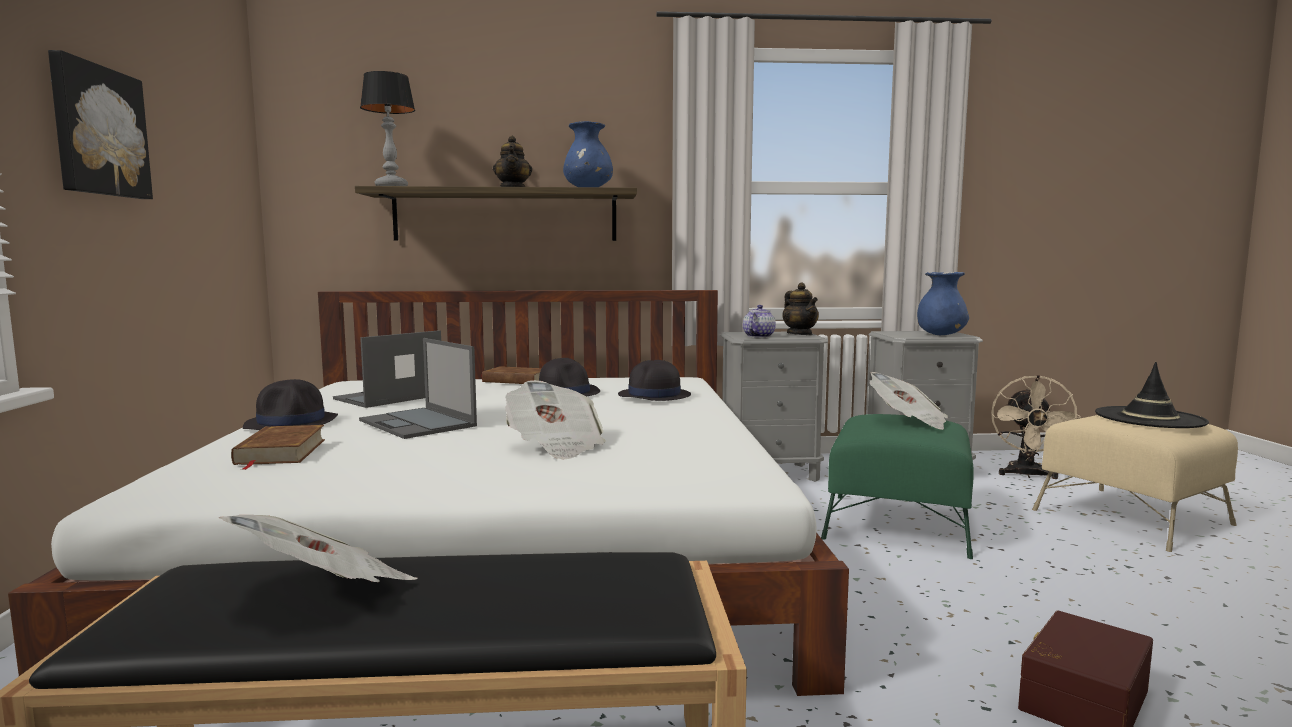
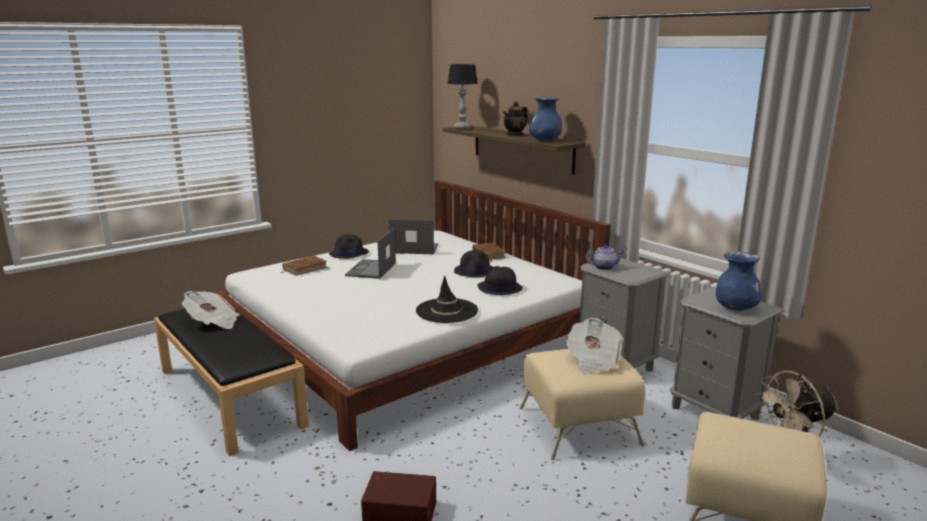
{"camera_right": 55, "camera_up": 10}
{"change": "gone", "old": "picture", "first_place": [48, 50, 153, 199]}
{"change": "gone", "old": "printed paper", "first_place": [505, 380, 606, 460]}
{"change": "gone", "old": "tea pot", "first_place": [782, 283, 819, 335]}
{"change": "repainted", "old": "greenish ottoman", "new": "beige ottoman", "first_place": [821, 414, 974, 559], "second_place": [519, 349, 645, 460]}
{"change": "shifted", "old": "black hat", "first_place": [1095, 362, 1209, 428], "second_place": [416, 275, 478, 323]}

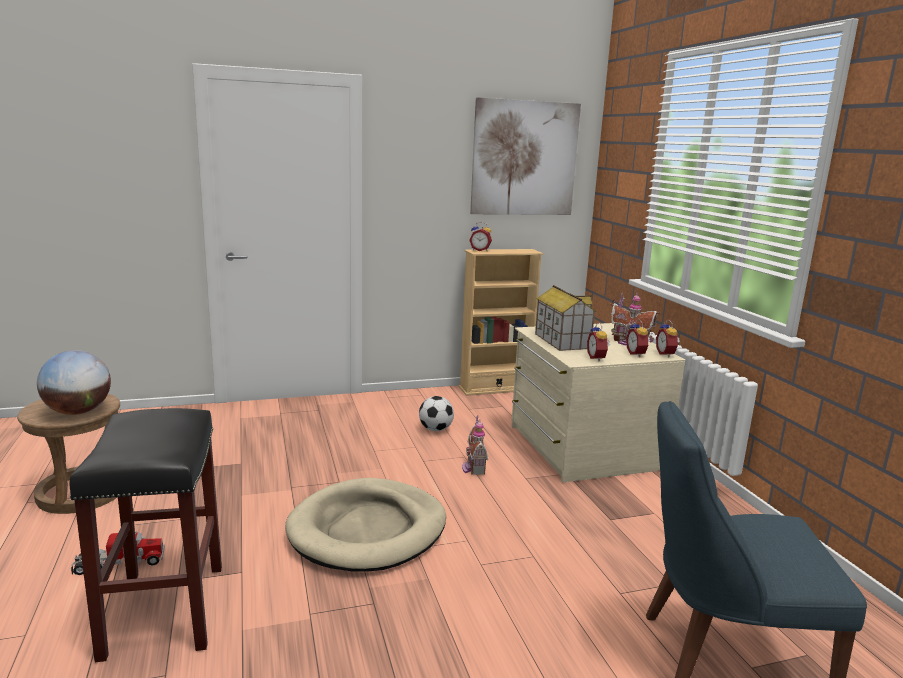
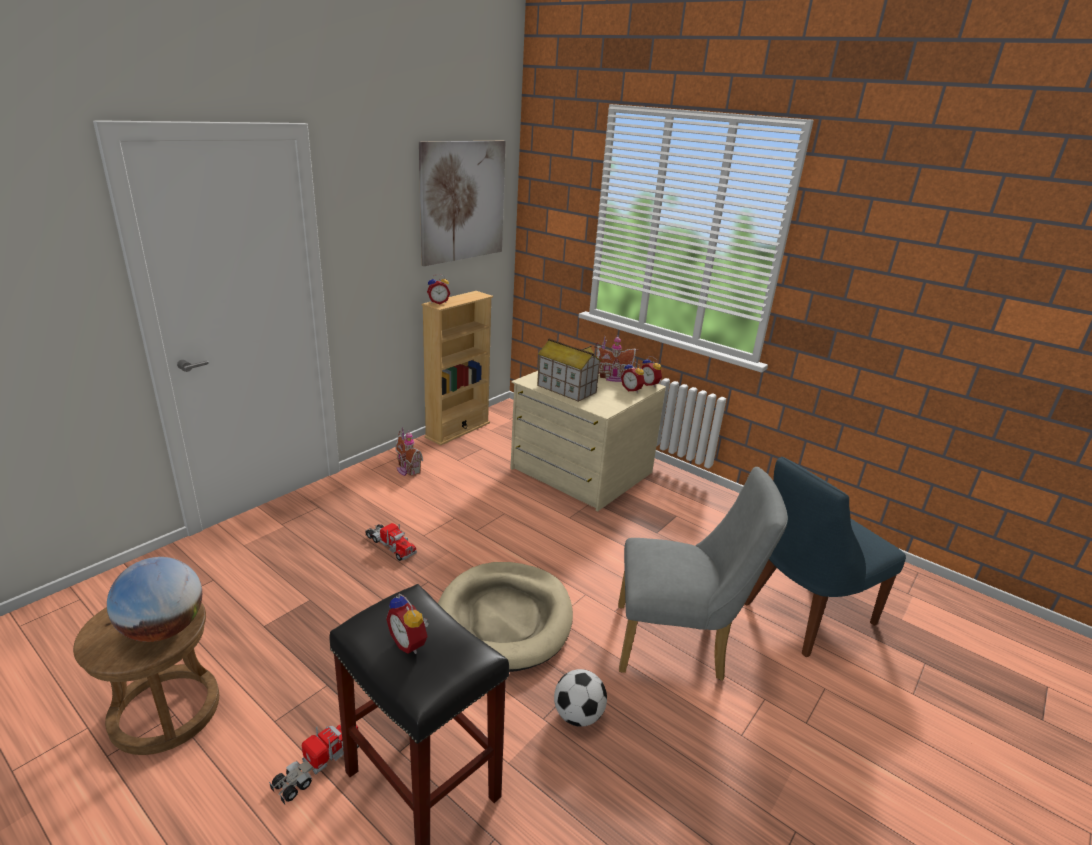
{"camera_right": -35, "camera_up": 10}
{"change": "shifted", "old": "football", "first_place": [419, 396, 454, 431], "second_place": [554, 669, 607, 727]}
{"change": "shifted", "old": "model house", "first_place": [462, 415, 488, 475], "second_place": [396, 427, 423, 476]}
{"change": "shifted", "old": "alarm clock", "first_place": [587, 323, 610, 362], "second_place": [386, 593, 429, 654]}
{"change": "new", "new": "toy lorry", "second_place": [365, 523, 417, 561]}
{"change": "new", "new": "grey chair", "second_place": [618, 467, 788, 681]}

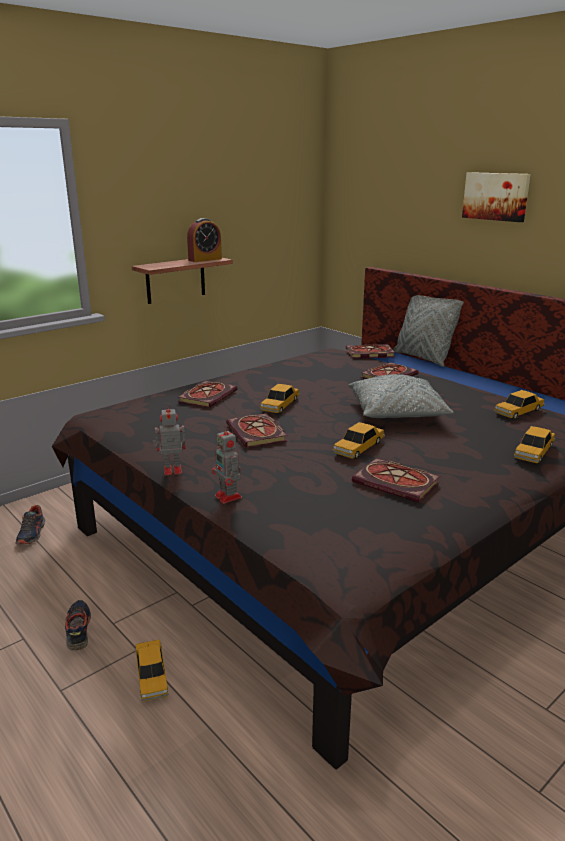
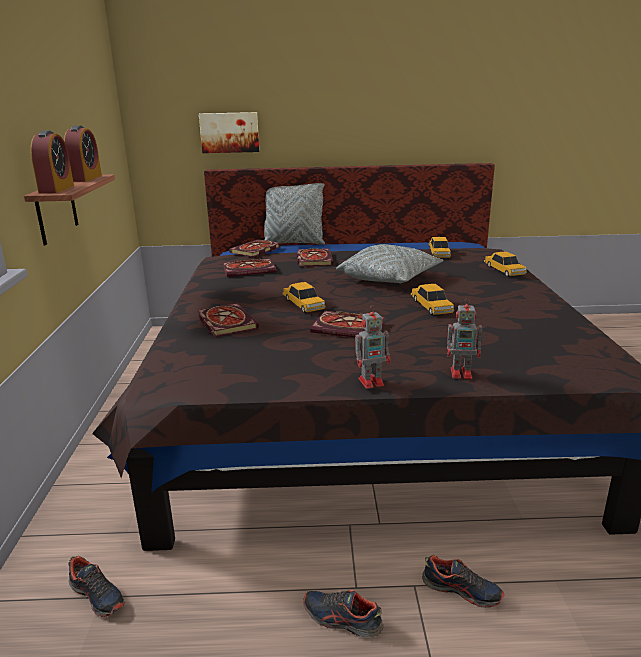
{"camera_right": -50, "camera_up": 0}
{"change": "swapped", "old": "model car", "new": "low shoe", "first_place": [135, 640, 169, 702], "second_place": [422, 555, 504, 608]}
{"change": "rotated", "old": "robot figure", "first_place": [153, 403, 186, 475], "second_place": [355, 305, 390, 389], "degrees": -135}
{"change": "shifted", "old": "volume", "first_place": [352, 458, 440, 503], "second_place": [223, 258, 276, 277]}
{"change": "shifted", "old": "picture", "first_place": [462, 172, 531, 222], "second_place": [199, 112, 259, 153]}
{"change": "new", "new": "alarm clock", "second_place": [30, 130, 74, 193]}

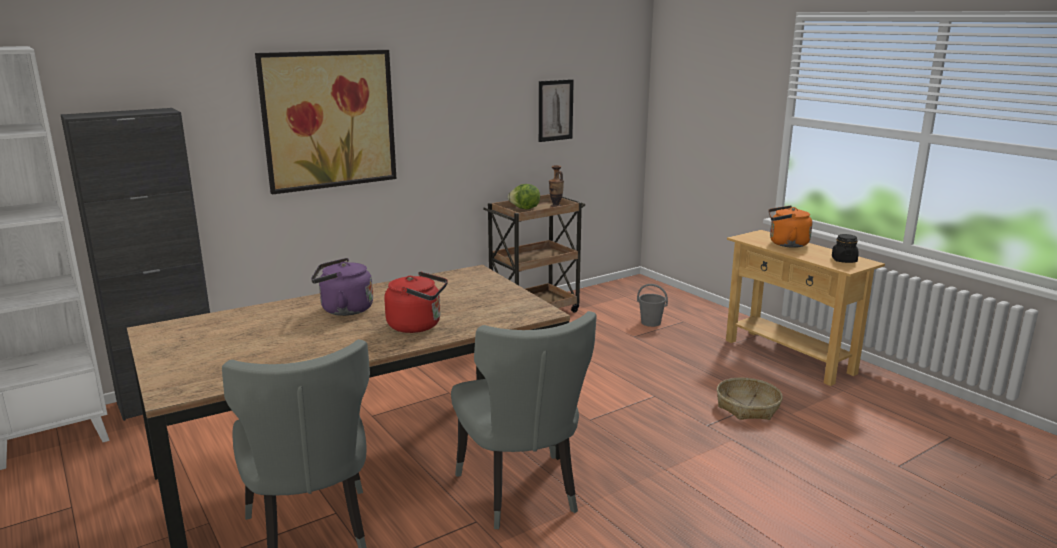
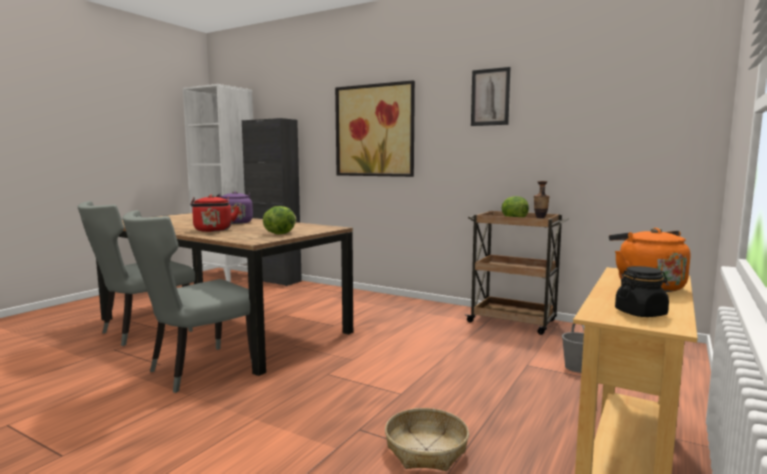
{"camera_right": 65, "camera_up": -10}
{"change": "shifted", "old": "picture", "first_place": [539, 79, 574, 142], "second_place": [471, 67, 511, 126]}
{"change": "new", "new": "head of lettuce", "second_place": [263, 206, 297, 234]}

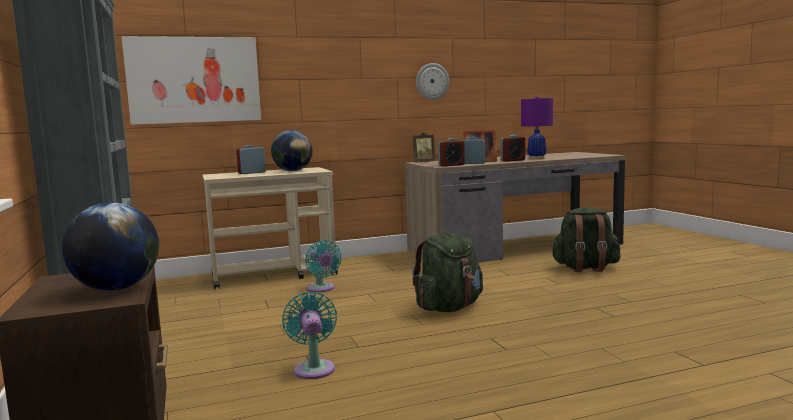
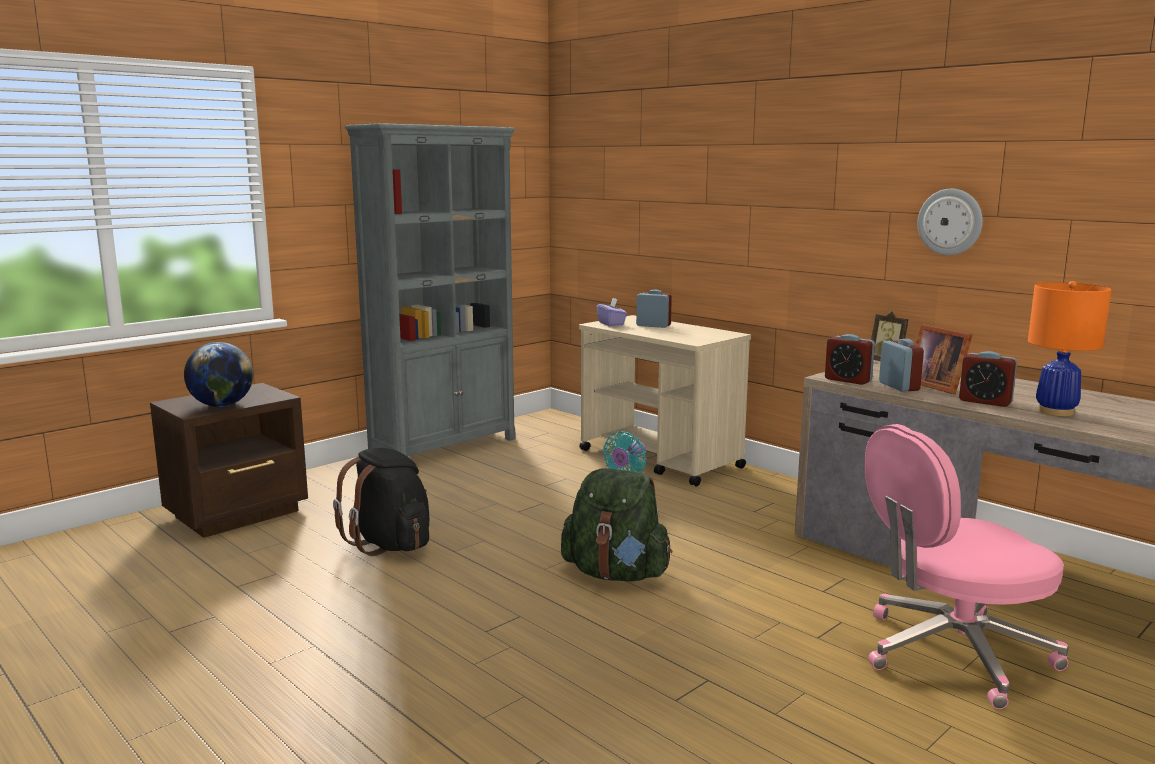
{"camera_right": 65, "camera_up": 5}
{"change": "gone", "old": "picture", "first_place": [122, 36, 261, 125]}
{"change": "gone", "old": "desk globe", "first_place": [271, 130, 312, 171]}
{"change": "swapped", "old": "turquoise-coloured cooling fan", "new": "black knapsack", "first_place": [282, 292, 337, 379], "second_place": [333, 448, 429, 556]}
{"change": "repainted", "old": "purple-coloured table lamp", "new": "orangey table lamp", "first_place": [521, 96, 553, 159], "second_place": [1028, 281, 1112, 416]}
{"change": "swapped", "old": "greenish knapsack", "new": "pinkish office chair", "first_place": [551, 207, 620, 272], "second_place": [865, 424, 1069, 709]}
{"change": "new", "new": "purple-coloured tissue box", "second_place": [596, 298, 627, 326]}

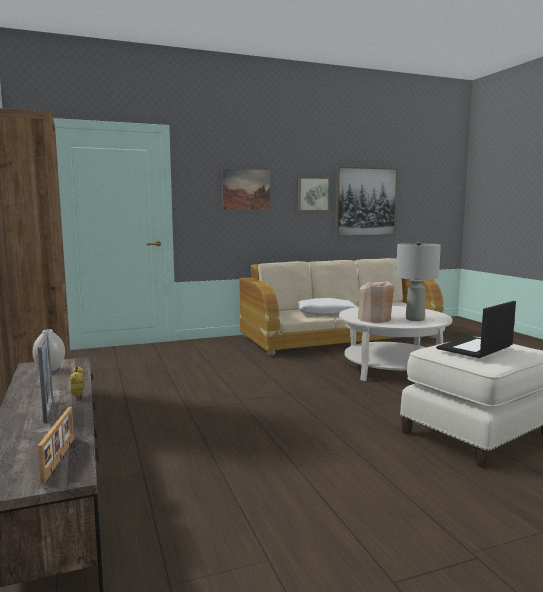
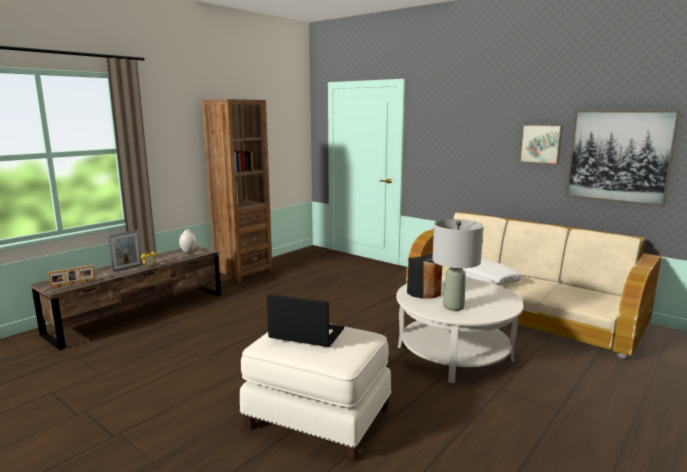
{"camera_right": 60, "camera_up": 5}
{"change": "gone", "old": "picture", "first_place": [222, 169, 270, 210]}
{"change": "repainted", "old": "beige vase", "new": "black vase", "first_place": [358, 281, 394, 323], "second_place": [407, 254, 442, 299]}

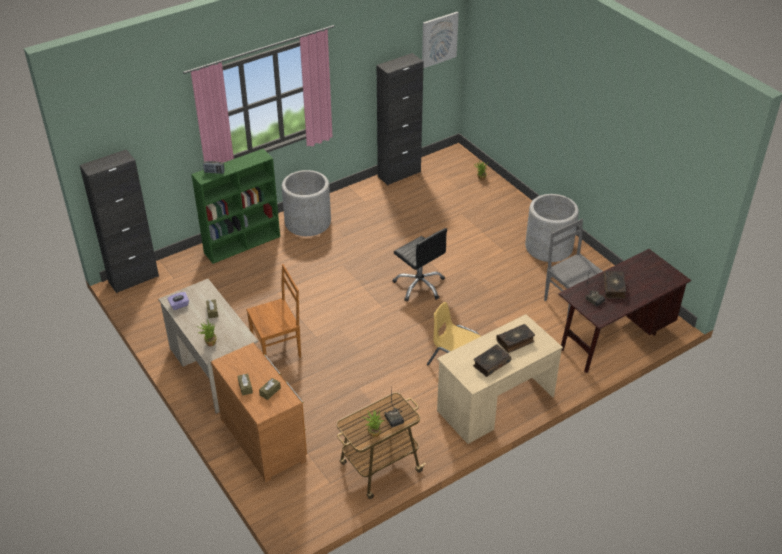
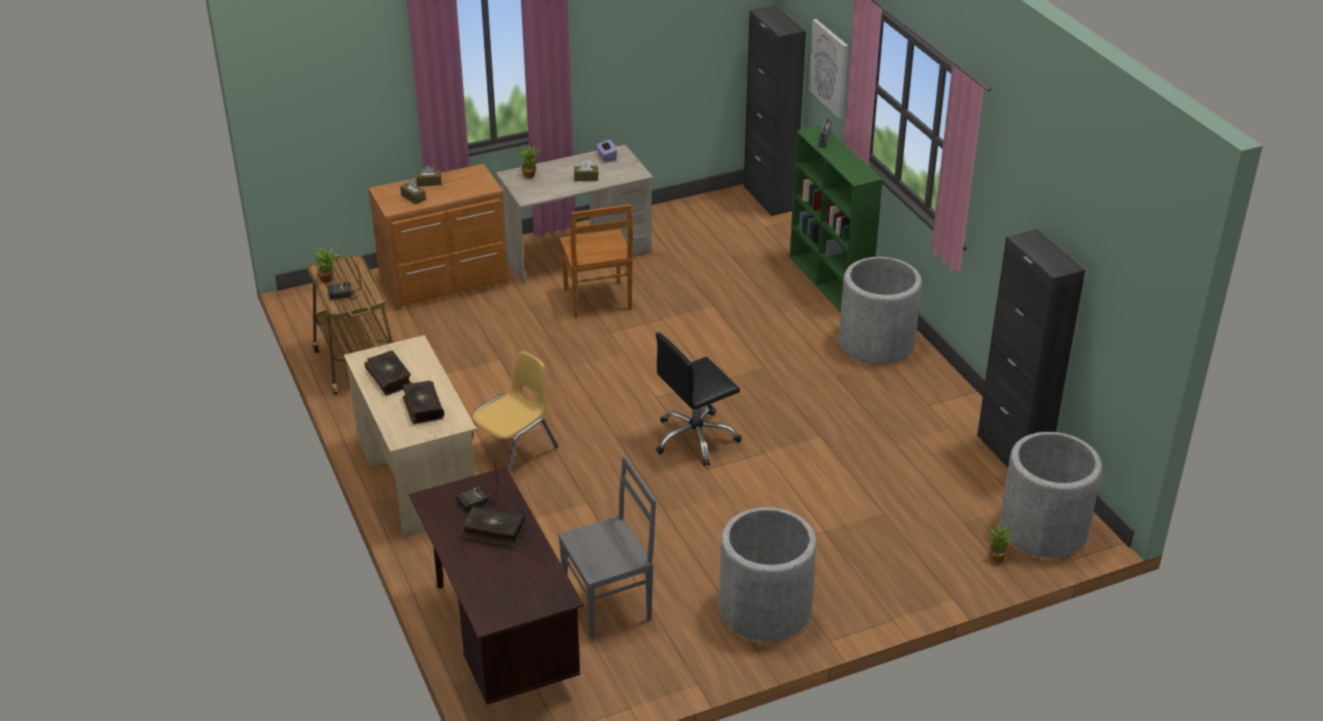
{"camera_right": 100, "camera_up": -5}
{"change": "shifted", "old": "picture", "first_place": [422, 12, 459, 68], "second_place": [808, 19, 848, 118]}
{"change": "new", "new": "grey plant pot", "second_place": [1000, 432, 1102, 558]}

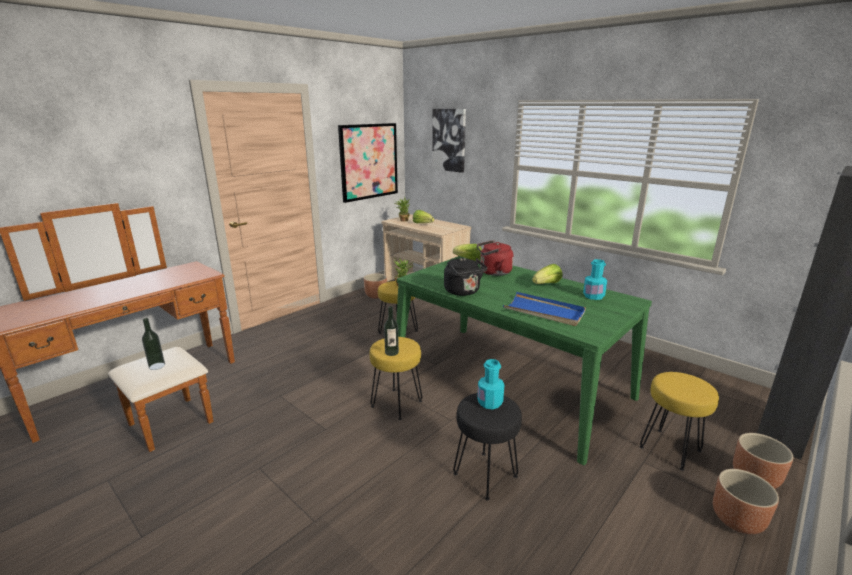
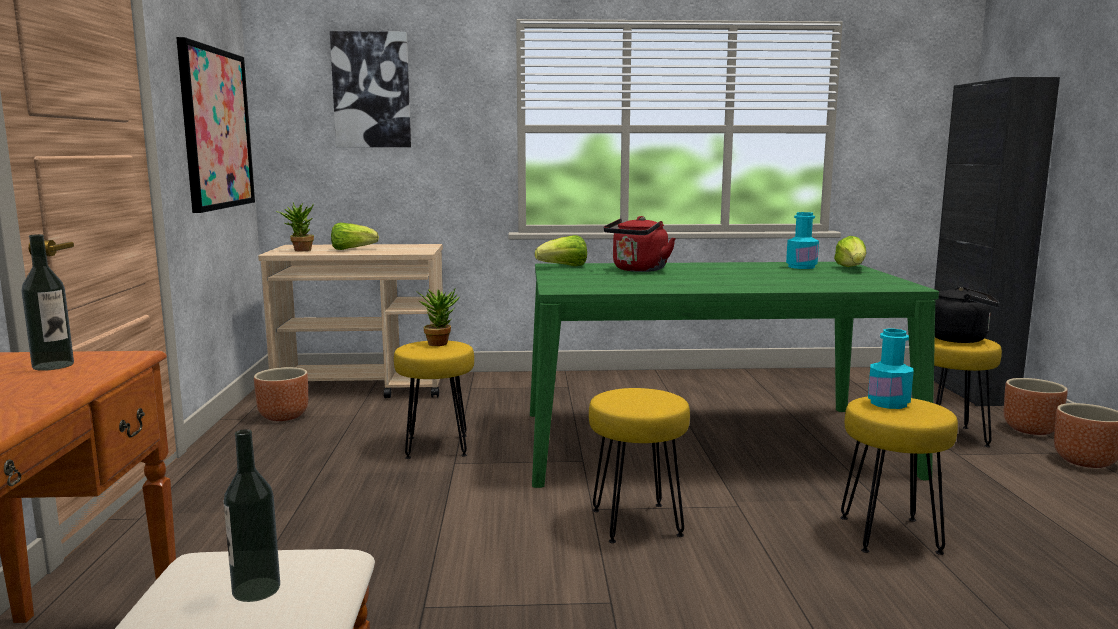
{"camera_right": -45, "camera_up": -10}
{"change": "shifted", "old": "bottle", "first_place": [384, 306, 399, 356], "second_place": [22, 234, 74, 371]}
{"change": "shifted", "old": "black kettle", "first_place": [444, 258, 487, 296], "second_place": [935, 286, 1000, 343]}
{"change": "repainted", "old": "black stool seat", "new": "yellow stool seat", "first_place": [453, 393, 522, 501], "second_place": [840, 396, 958, 555]}
{"change": "gone", "old": "blue-coloured carrying tray", "first_place": [503, 292, 586, 326]}
{"change": "shifted", "old": "head of lettuce", "first_place": [532, 264, 563, 284], "second_place": [834, 236, 867, 267]}

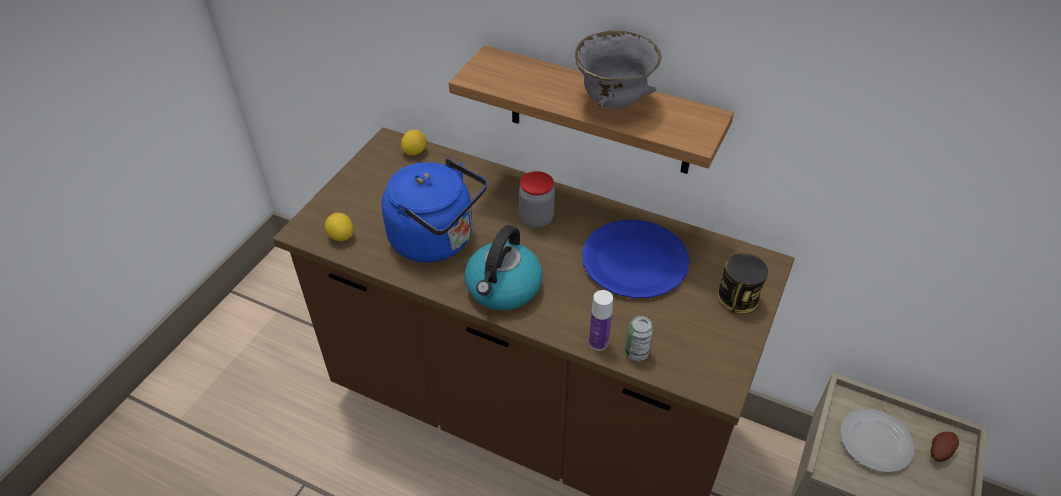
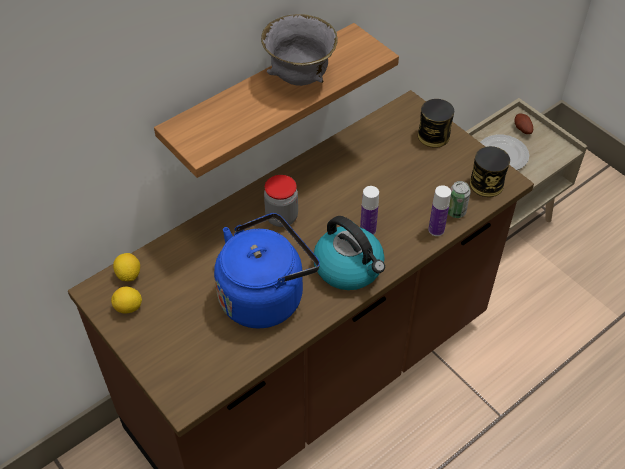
{"camera_right": -65, "camera_up": 5}
{"change": "shifted", "old": "lemon", "first_place": [325, 213, 354, 241], "second_place": [111, 287, 142, 314]}
{"change": "gone", "old": "blue-coloured plate", "first_place": [582, 220, 689, 298]}
{"change": "new", "new": "bottle", "second_place": [360, 186, 379, 235]}
{"change": "new", "new": "can", "second_place": [470, 146, 510, 197]}

